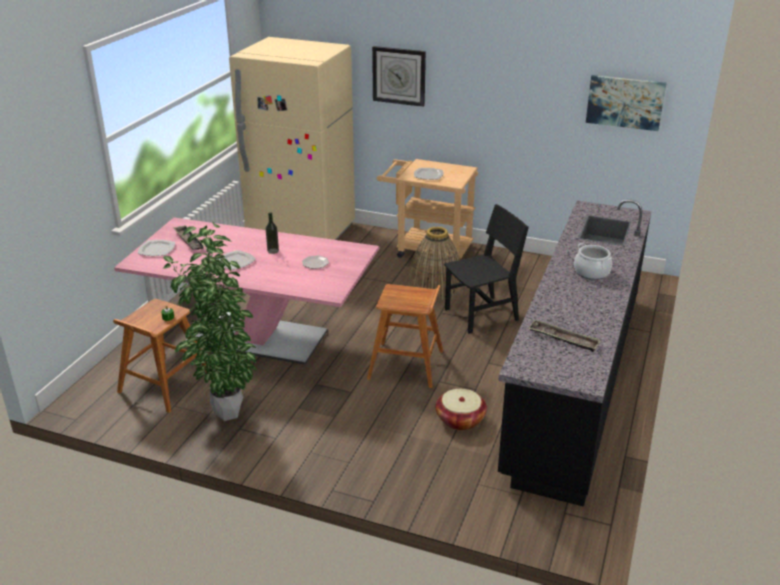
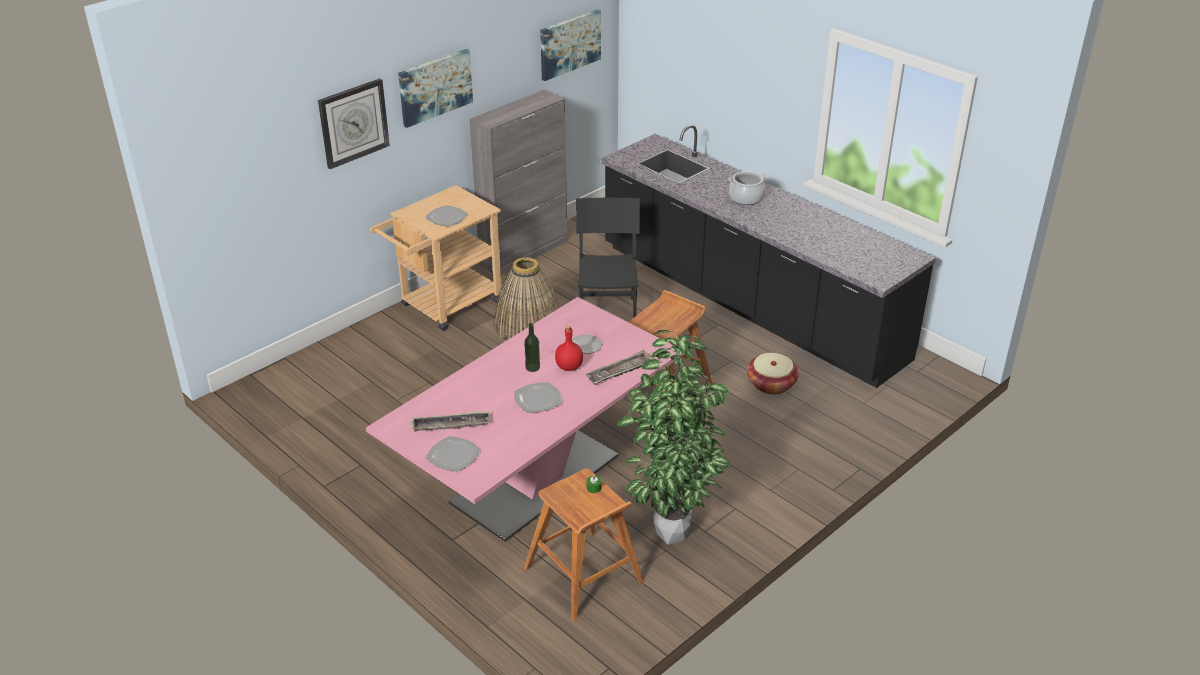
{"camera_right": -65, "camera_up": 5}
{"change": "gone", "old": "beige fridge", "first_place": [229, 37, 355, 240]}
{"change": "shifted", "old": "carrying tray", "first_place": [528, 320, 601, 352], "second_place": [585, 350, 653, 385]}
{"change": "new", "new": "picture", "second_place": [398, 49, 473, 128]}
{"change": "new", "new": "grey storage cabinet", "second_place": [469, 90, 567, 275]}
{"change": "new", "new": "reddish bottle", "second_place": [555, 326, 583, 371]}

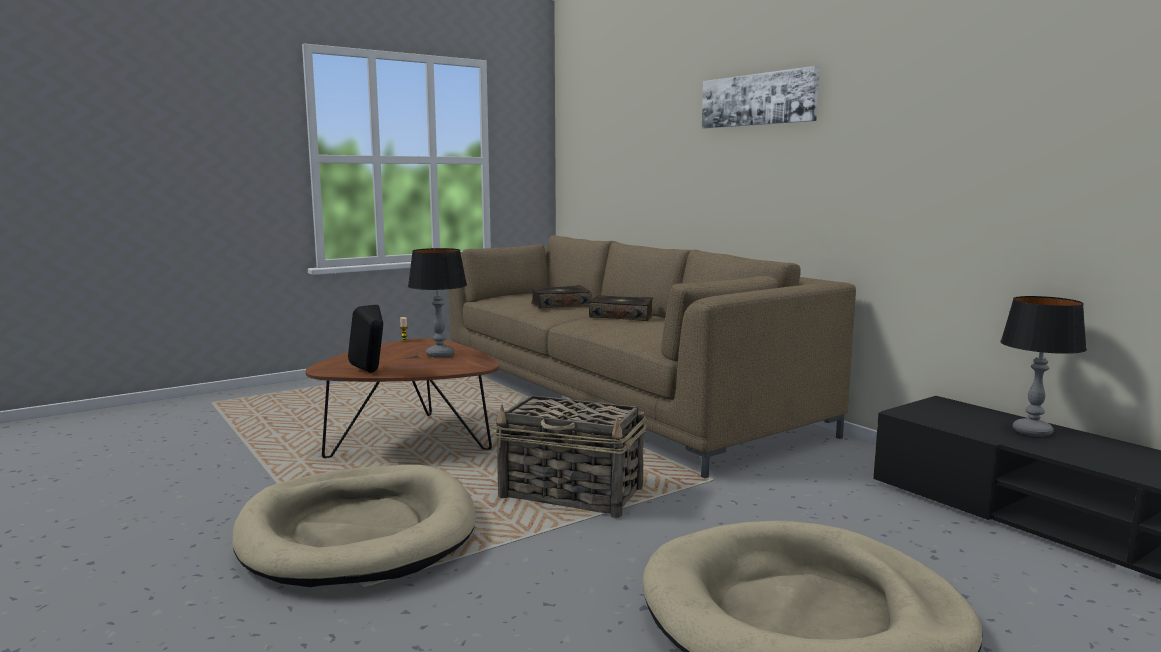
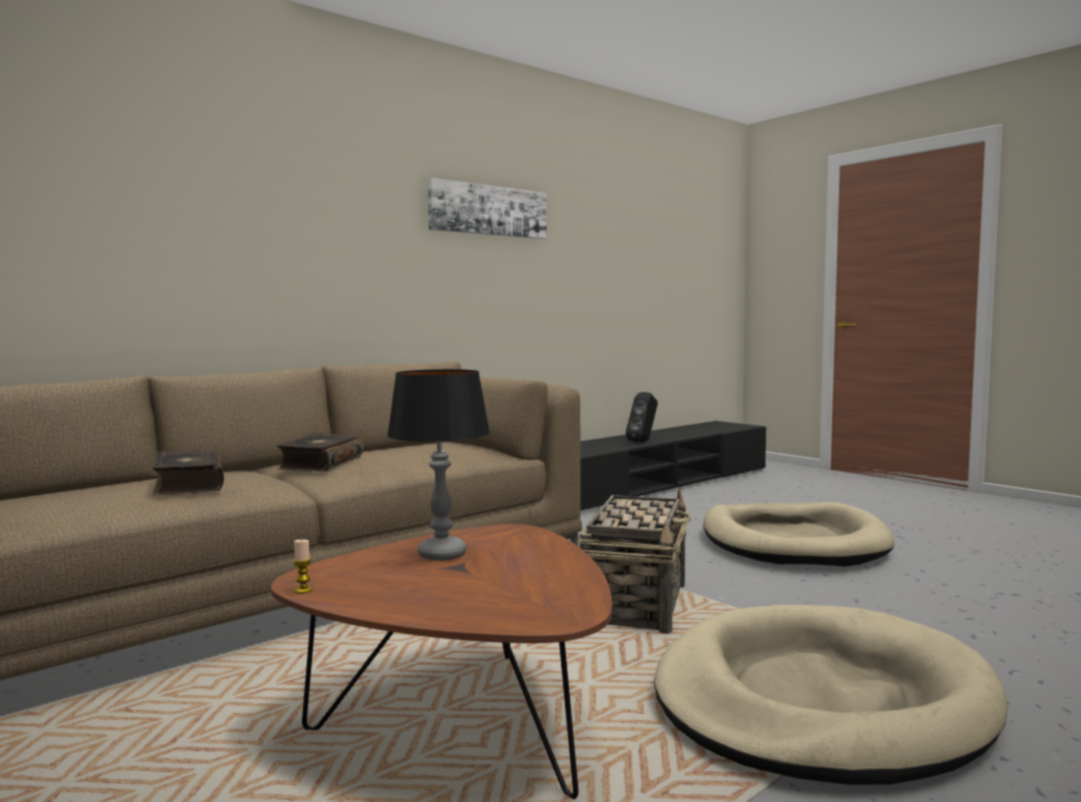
{"camera_right": -95, "camera_up": -5}
{"change": "shifted", "old": "black speaker", "first_place": [348, 305, 383, 373], "second_place": [626, 392, 658, 442]}
{"change": "shifted", "old": "picture", "first_place": [702, 66, 820, 128], "second_place": [427, 178, 547, 239]}
{"change": "gone", "old": "table lamp", "first_place": [1000, 296, 1087, 437]}

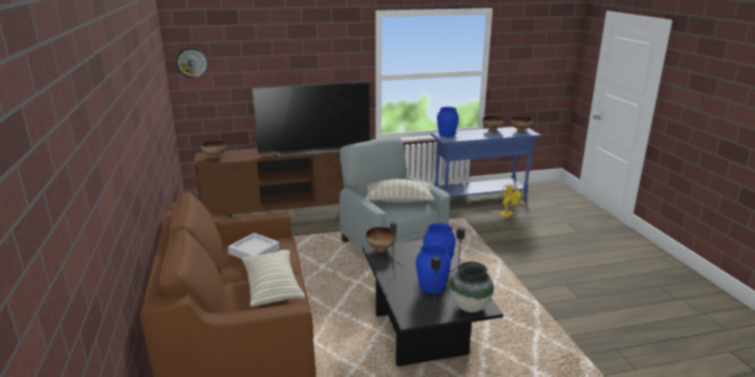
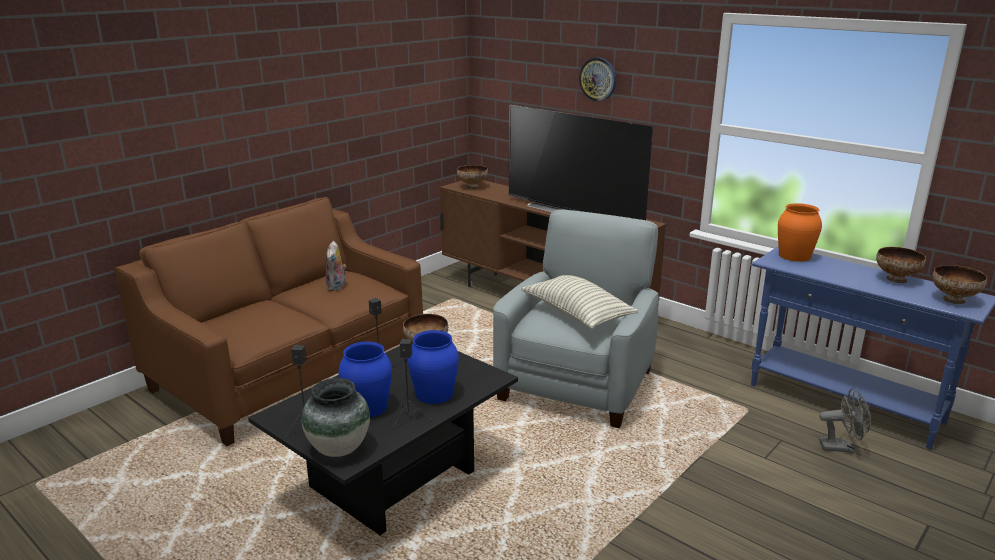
{"camera_right": 55, "camera_up": 0}
{"change": "shifted", "old": "hanging clock", "first_place": [176, 48, 208, 78], "second_place": [579, 57, 616, 101]}
{"change": "swapped", "old": "grey carrying tray", "new": "plush toy", "first_place": [228, 233, 280, 259], "second_place": [326, 241, 346, 291]}
{"change": "gone", "old": "throw pillow", "first_place": [242, 250, 305, 307]}
{"change": "repainted", "old": "blue-coloured vase", "new": "orangey vase", "first_place": [437, 107, 459, 137], "second_place": [778, 203, 822, 262]}
{"change": "repainted", "old": "yellow cooling fan", "new": "grey cooling fan", "first_place": [500, 185, 523, 218], "second_place": [819, 389, 871, 453]}

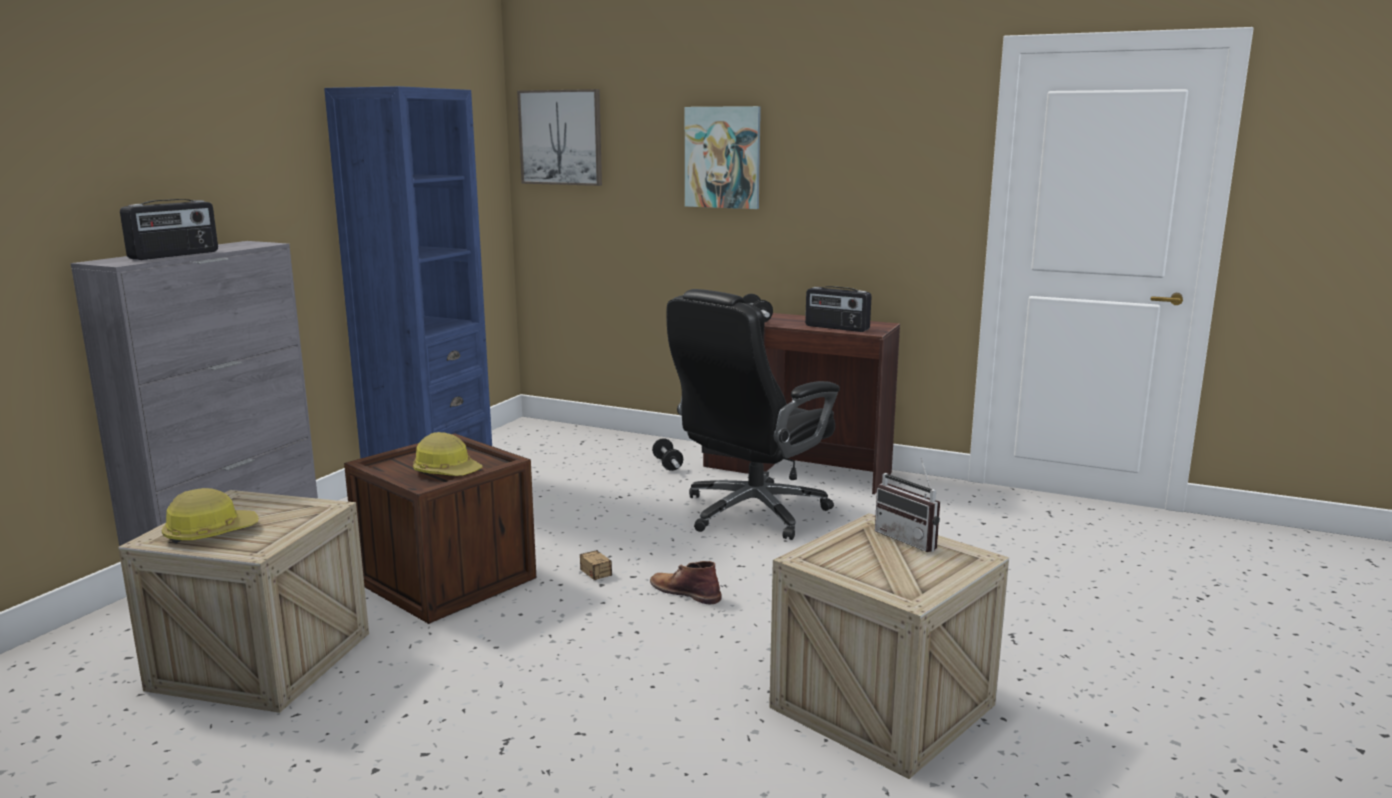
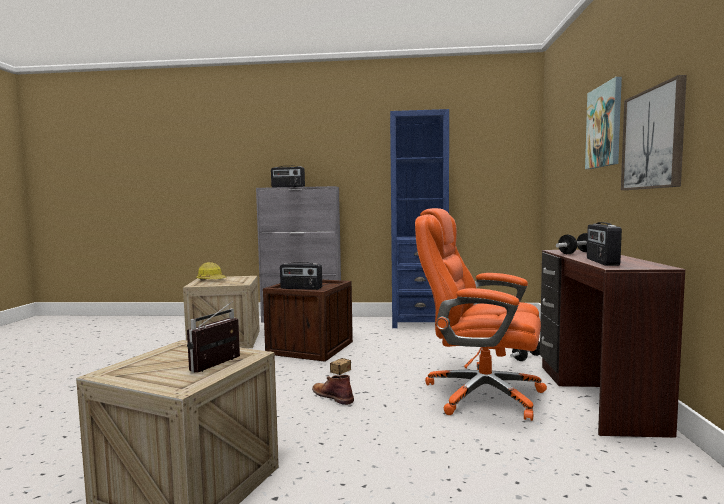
{"camera_right": 70, "camera_up": -10}
{"change": "swapped", "old": "safety helmet", "new": "radio receiver", "first_place": [413, 432, 483, 476], "second_place": [280, 262, 322, 290]}
{"change": "shifted", "old": "picture", "first_place": [517, 89, 602, 186], "second_place": [621, 75, 687, 190]}
{"change": "rotated", "old": "brown-coloured boot", "first_place": [650, 561, 722, 604], "second_place": [312, 375, 354, 405], "degrees": -60}
{"change": "repainted", "old": "black office chair", "new": "orangey office chair", "first_place": [667, 289, 840, 540], "second_place": [415, 208, 547, 421]}

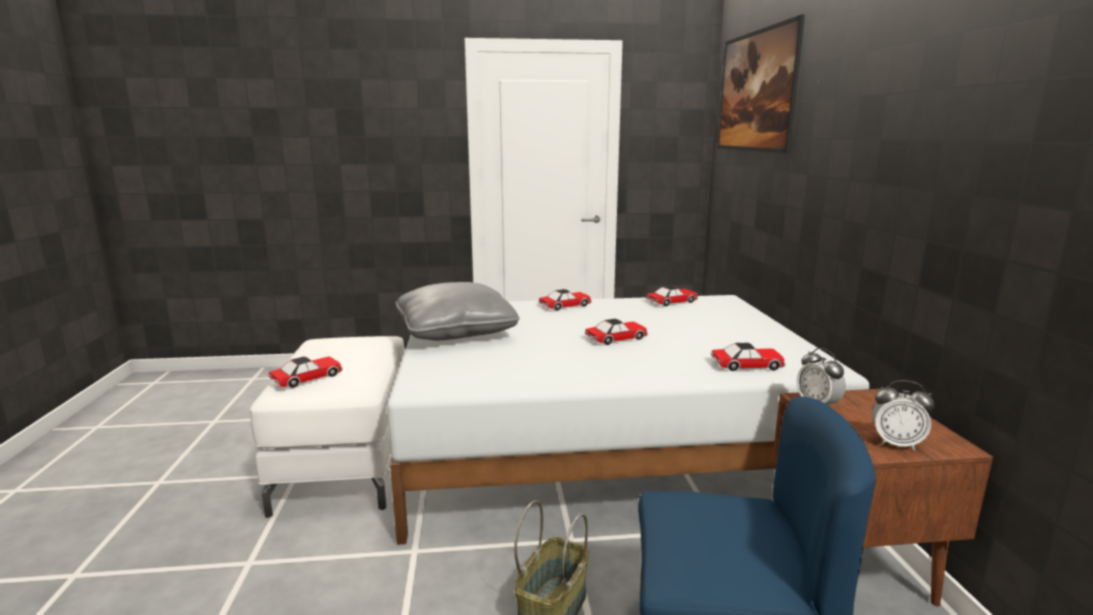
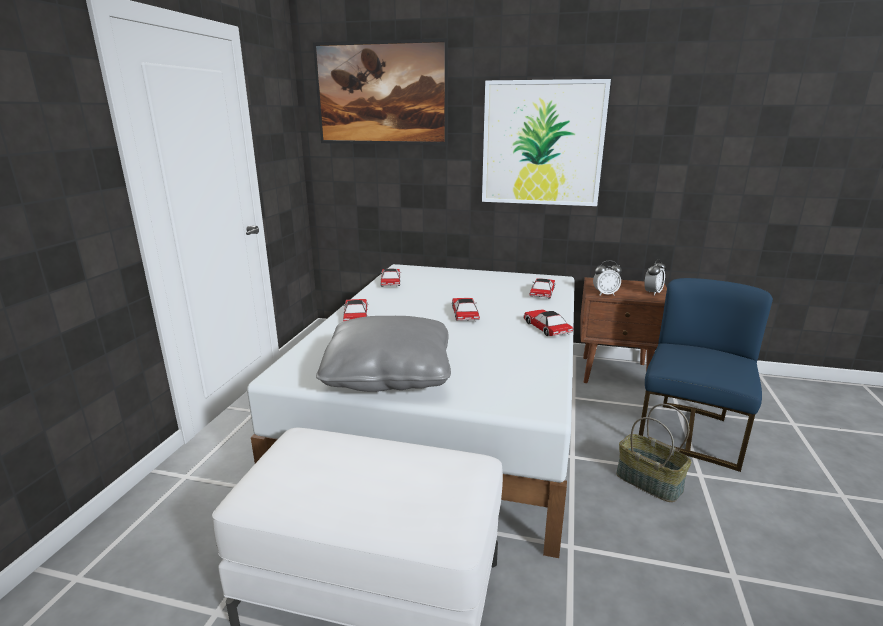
{"camera_right": -70, "camera_up": 5}
{"change": "shifted", "old": "model car", "first_place": [269, 356, 343, 388], "second_place": [523, 309, 573, 336]}
{"change": "new", "new": "picture", "second_place": [482, 79, 611, 206]}

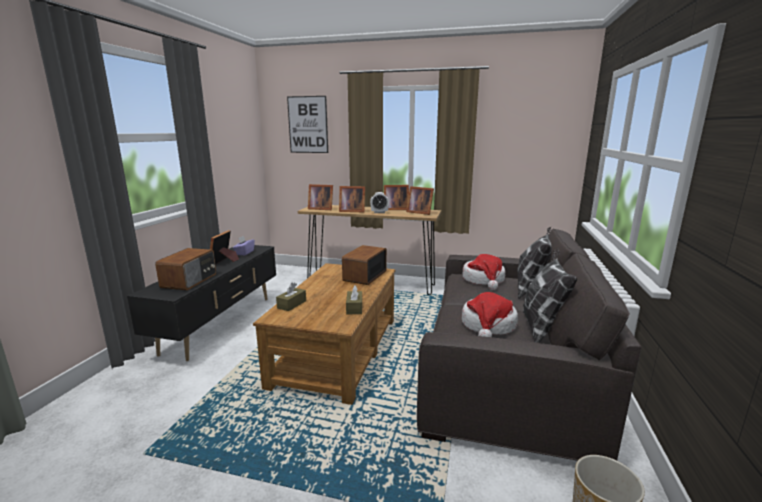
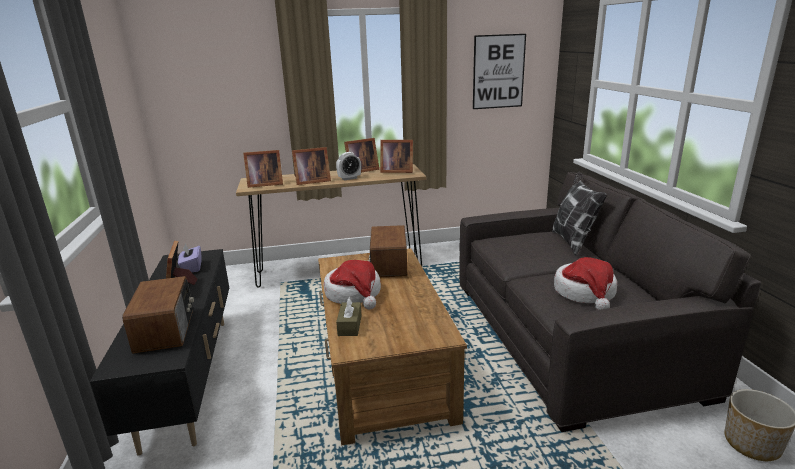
{"camera_right": -25, "camera_up": 5}
{"change": "shifted", "old": "picture", "first_place": [287, 96, 328, 153], "second_place": [473, 34, 526, 109]}
{"change": "gone", "old": "brown-coloured tissue box", "first_place": [346, 285, 362, 314]}
{"change": "shifted", "old": "hat", "first_place": [463, 254, 505, 290], "second_place": [324, 260, 381, 310]}
{"change": "gone", "old": "throw pillow", "first_place": [523, 248, 577, 343]}

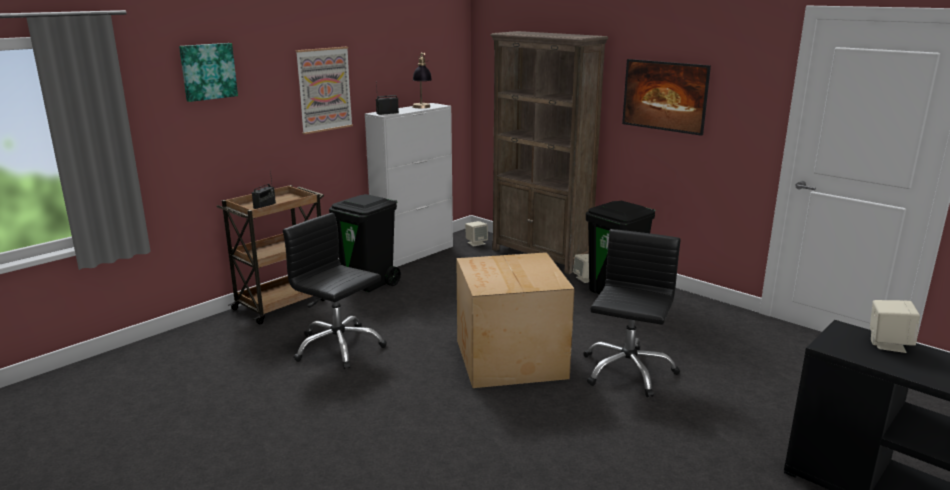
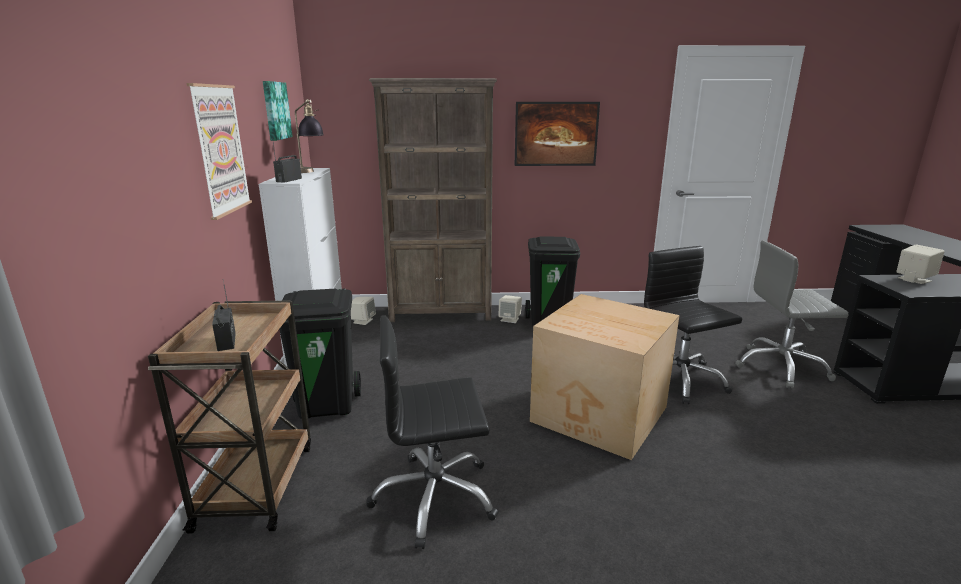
{"camera_right": -45, "camera_up": 0}
{"change": "shifted", "old": "picture", "first_place": [179, 43, 238, 102], "second_place": [263, 81, 293, 141]}
{"change": "new", "new": "grey office chair", "second_place": [735, 241, 849, 389]}

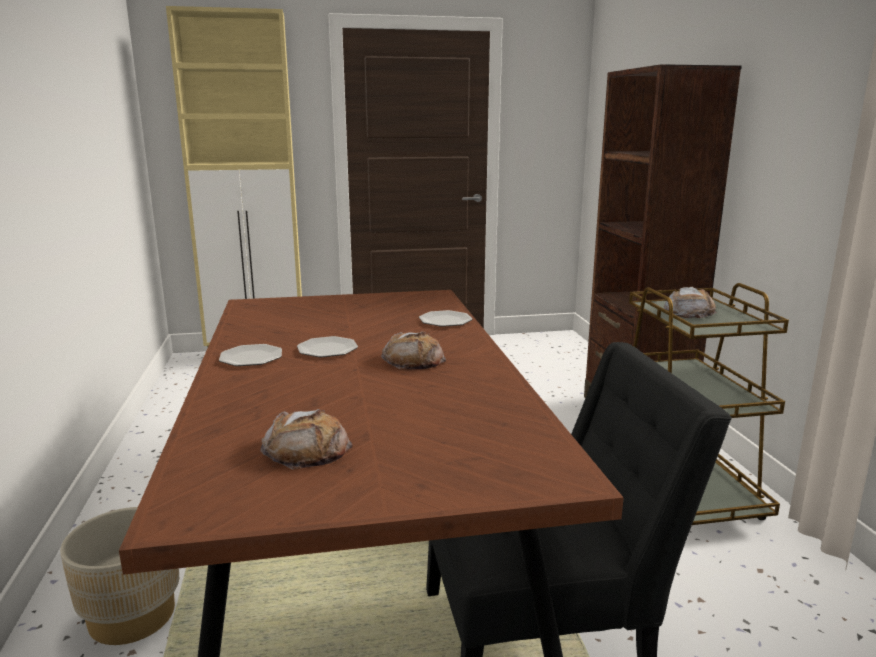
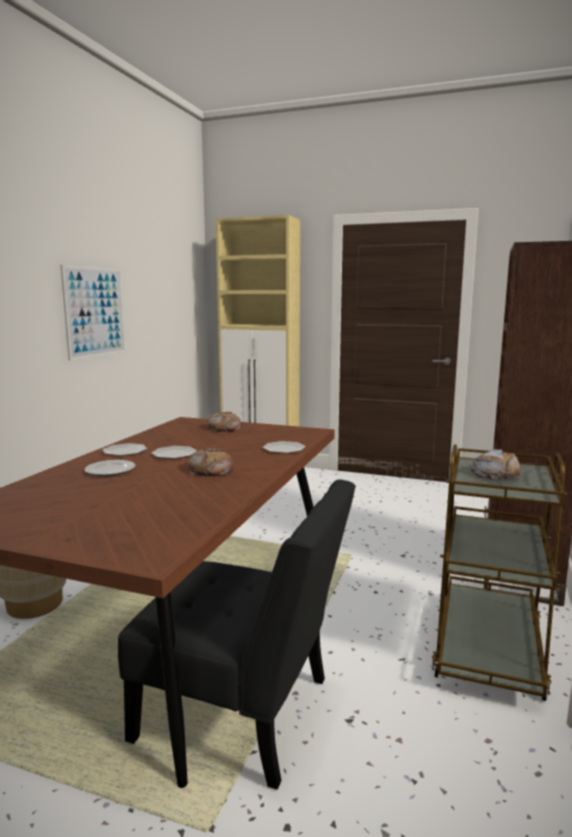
{"camera_right": 30, "camera_up": -5}
{"change": "shifted", "old": "bakery bread", "first_place": [260, 409, 353, 470], "second_place": [207, 412, 241, 432]}
{"change": "new", "new": "picture", "second_place": [61, 265, 126, 361]}
{"change": "new", "new": "plate", "second_place": [85, 460, 135, 476]}

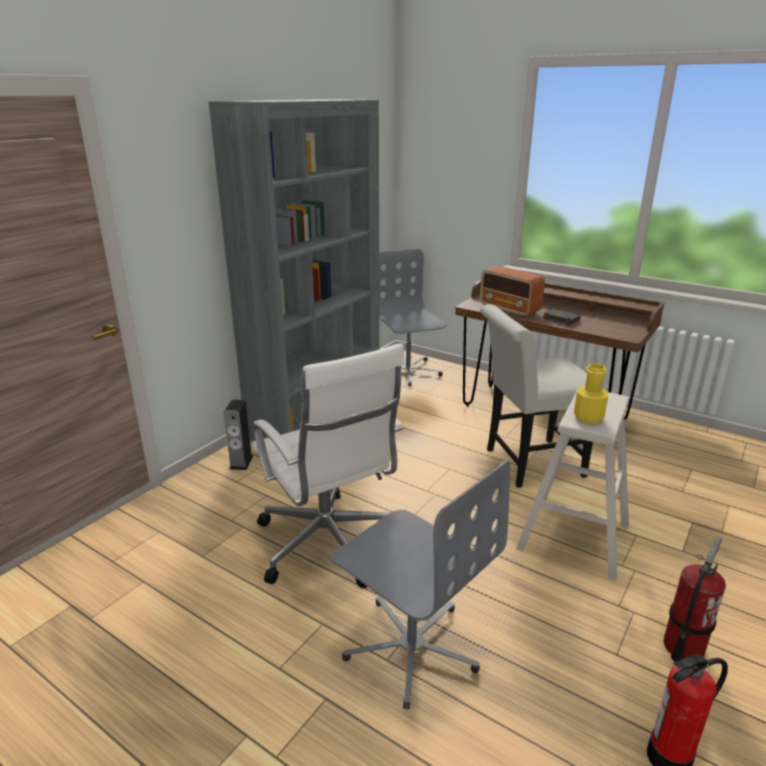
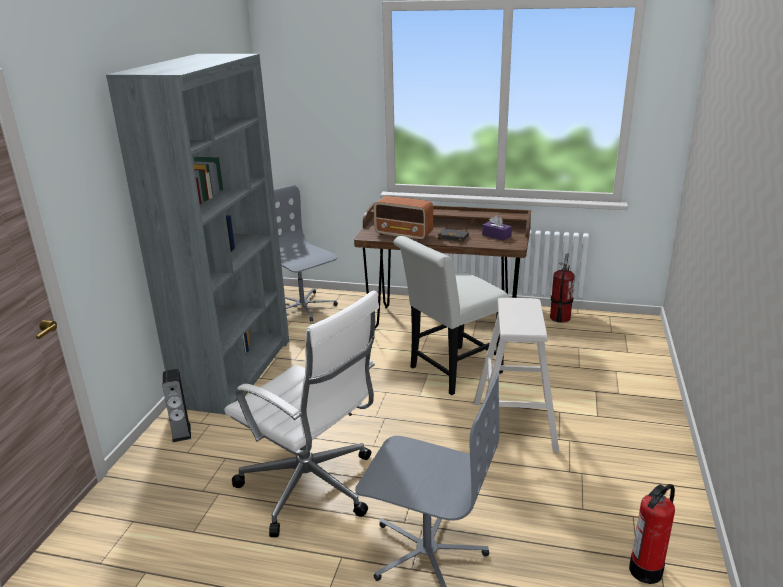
{"camera_right": -20, "camera_up": 0}
{"change": "gone", "old": "yellow bottle", "first_place": [574, 363, 609, 423]}
{"change": "shifted", "old": "fire-fighting cylinder", "first_place": [664, 537, 726, 662], "second_place": [550, 253, 575, 323]}
{"change": "new", "new": "purple-coloured tissue box", "second_place": [482, 215, 512, 241]}

